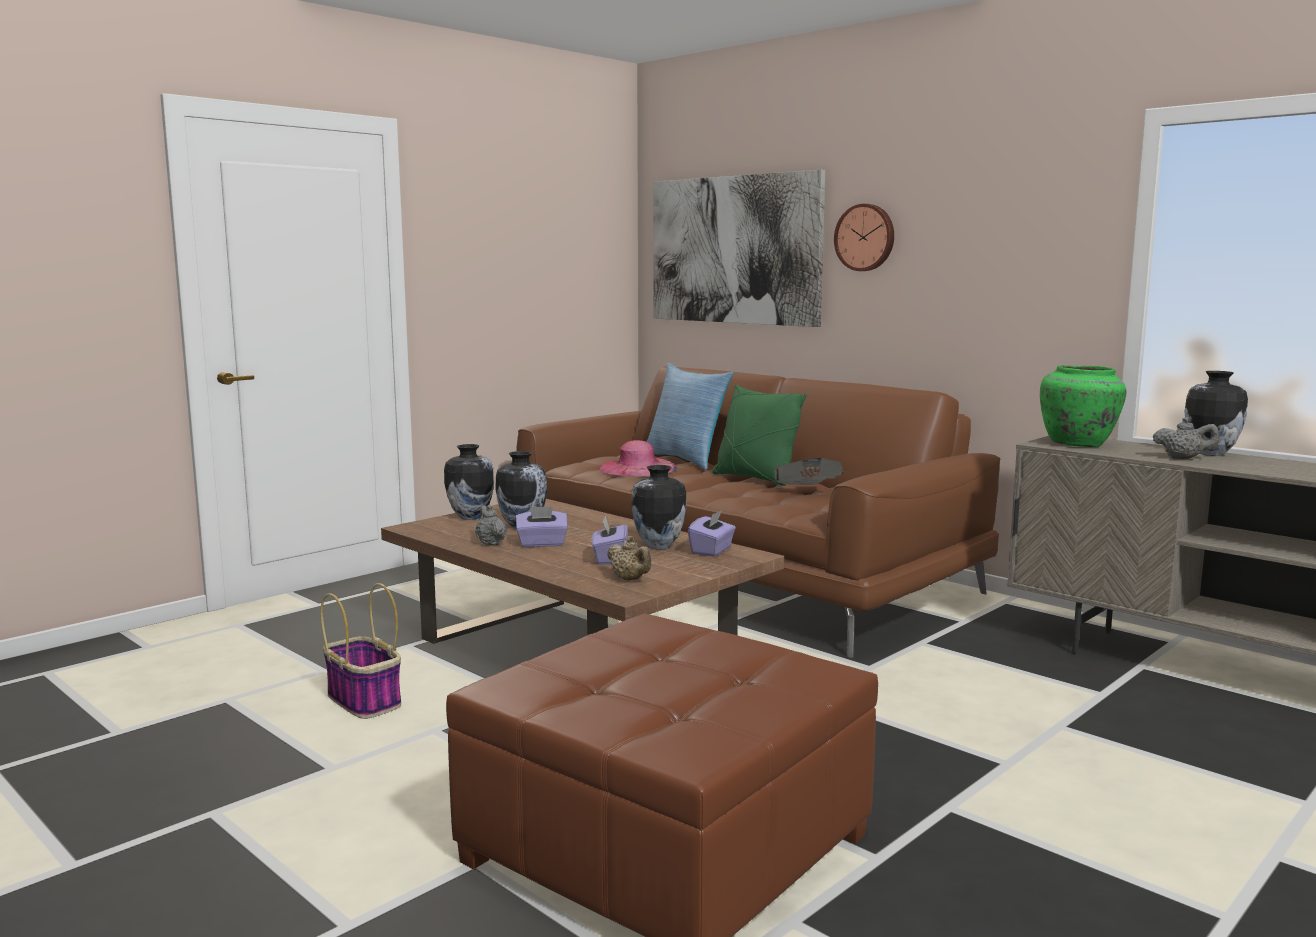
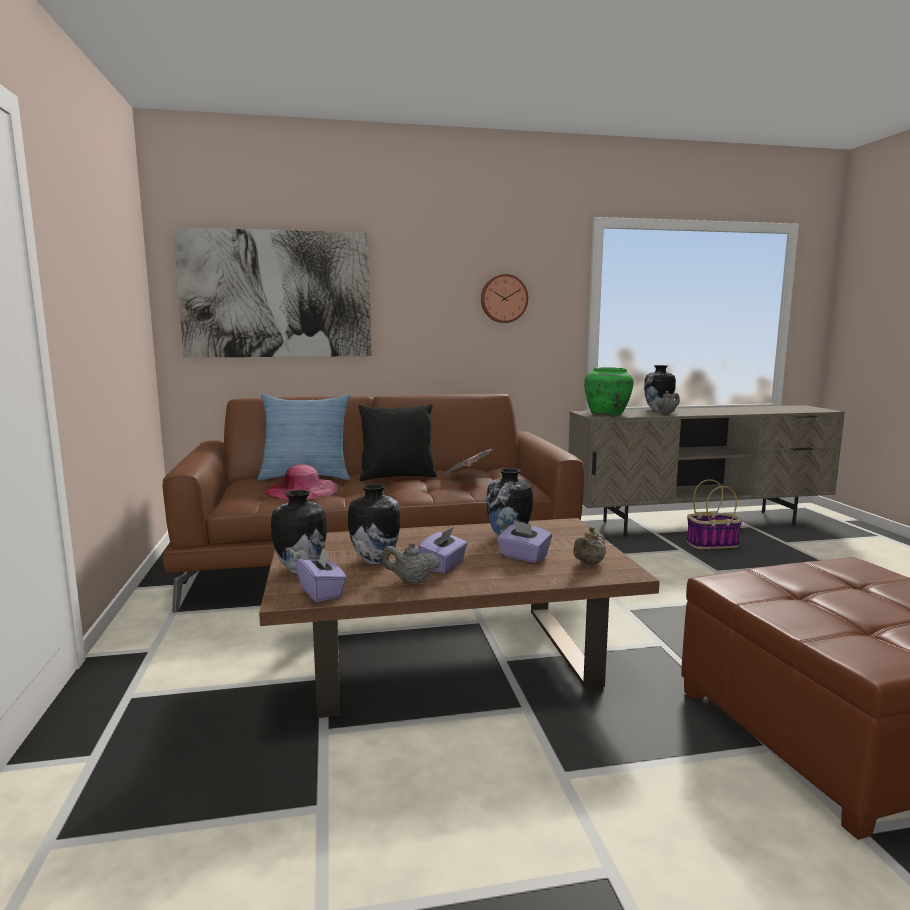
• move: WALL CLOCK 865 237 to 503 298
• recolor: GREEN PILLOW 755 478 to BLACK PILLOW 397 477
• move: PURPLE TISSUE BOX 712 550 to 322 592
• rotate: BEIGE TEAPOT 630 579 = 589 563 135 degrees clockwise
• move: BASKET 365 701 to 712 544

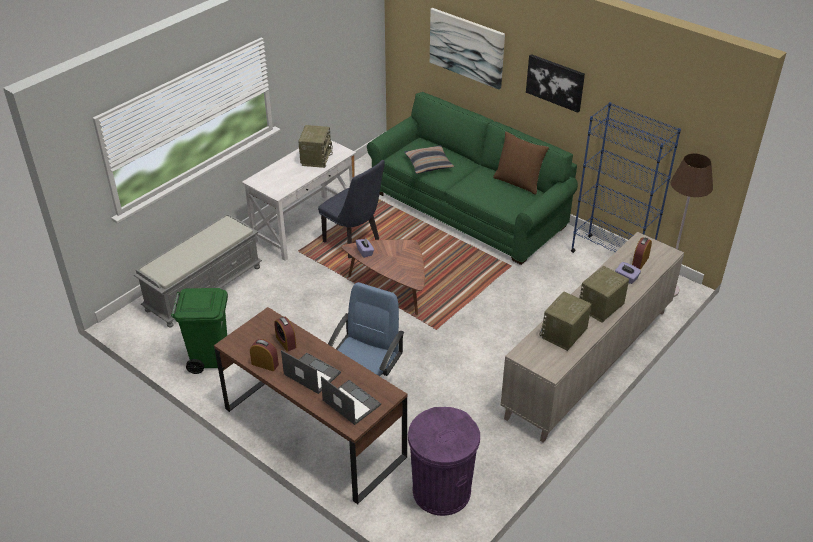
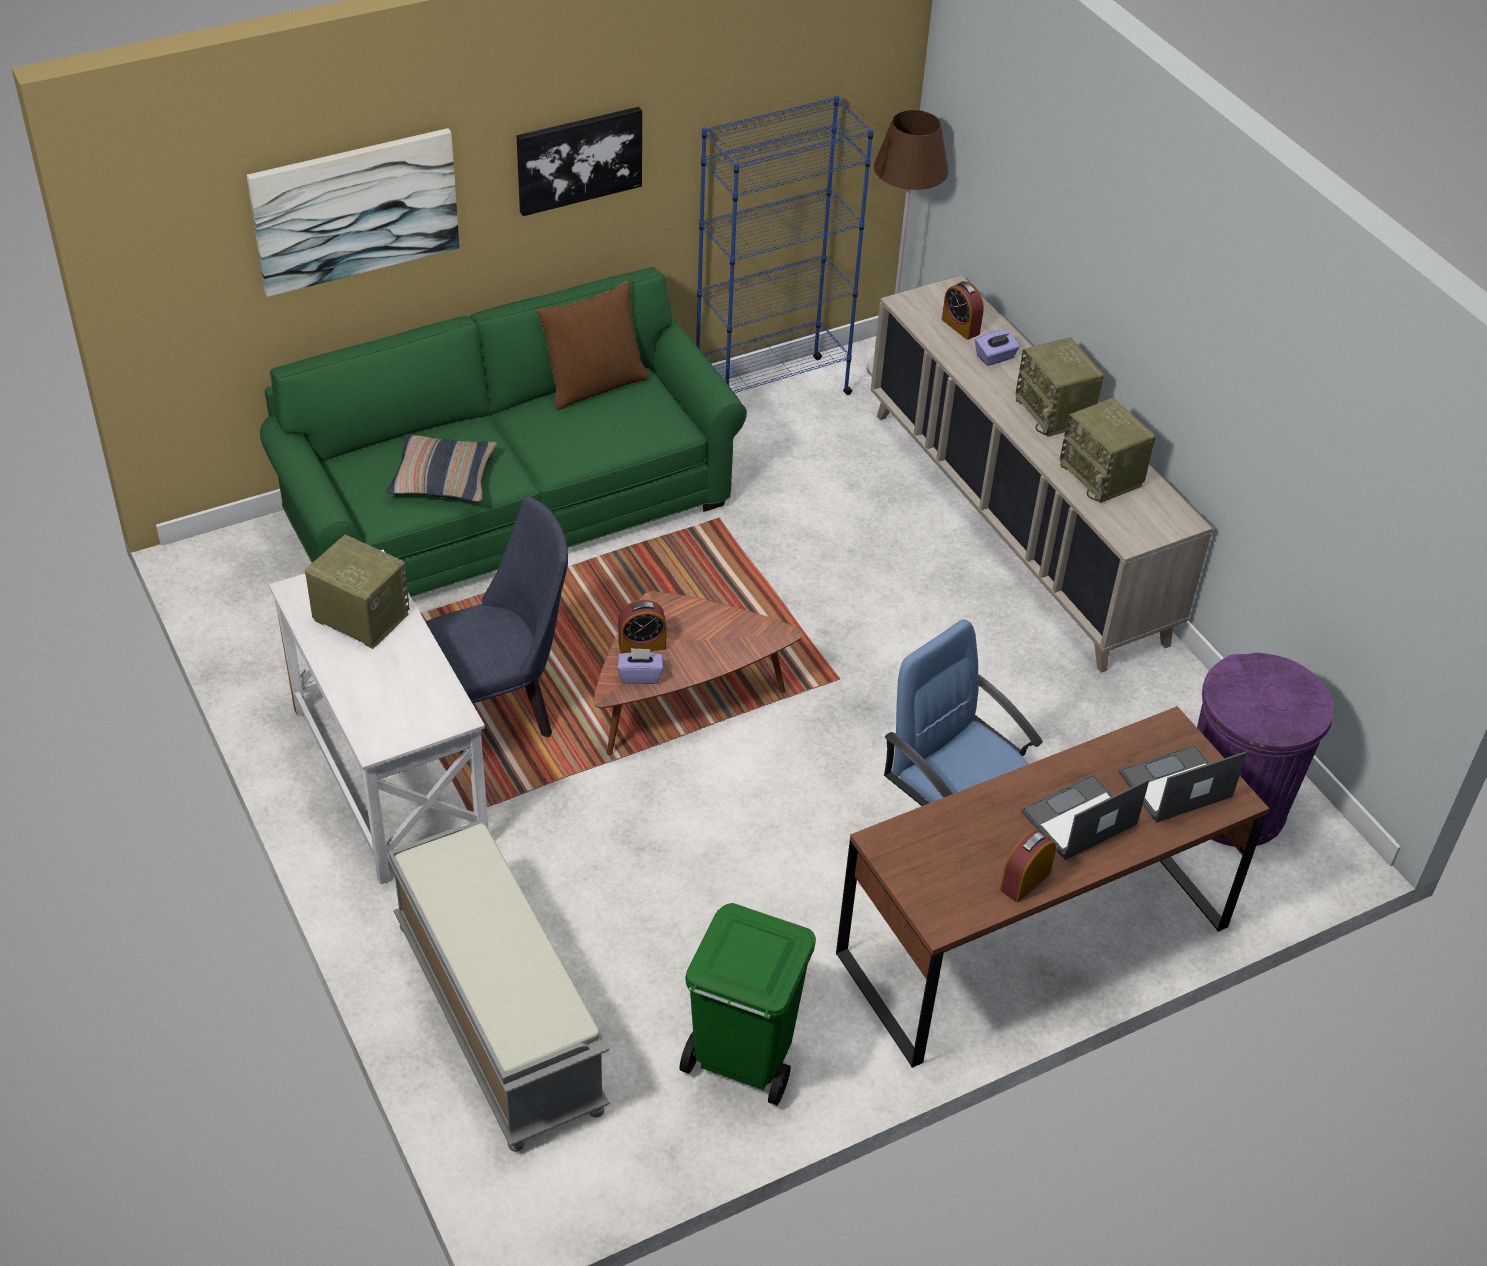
• move: ALARM CLOCK 286 342 to 642 644

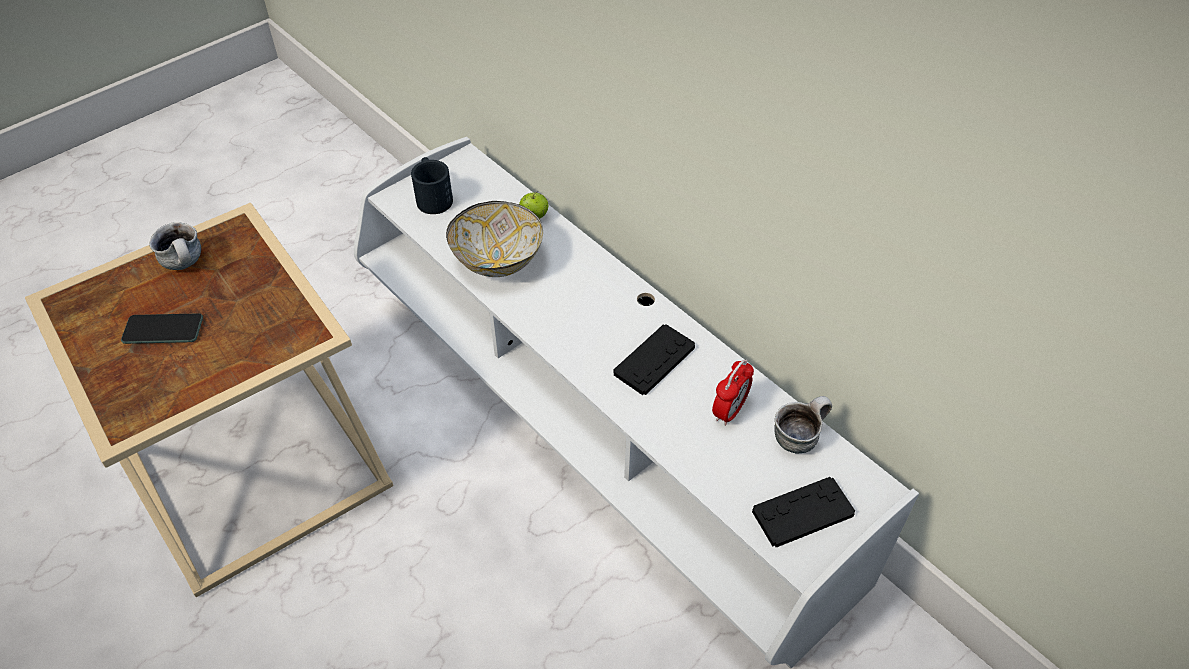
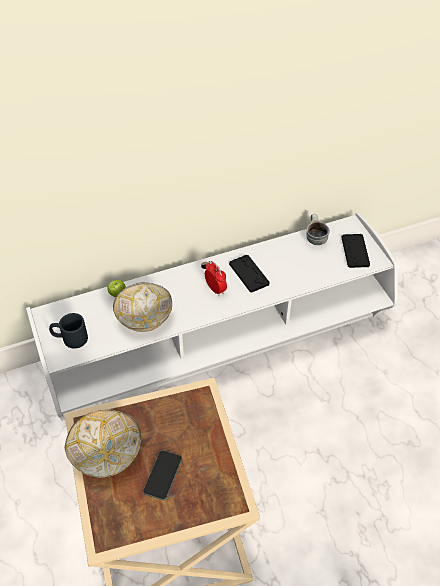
• replace: MUG 187 264 to BOWL 108 455
• move: ALARM CLOCK 729 411 to 215 289

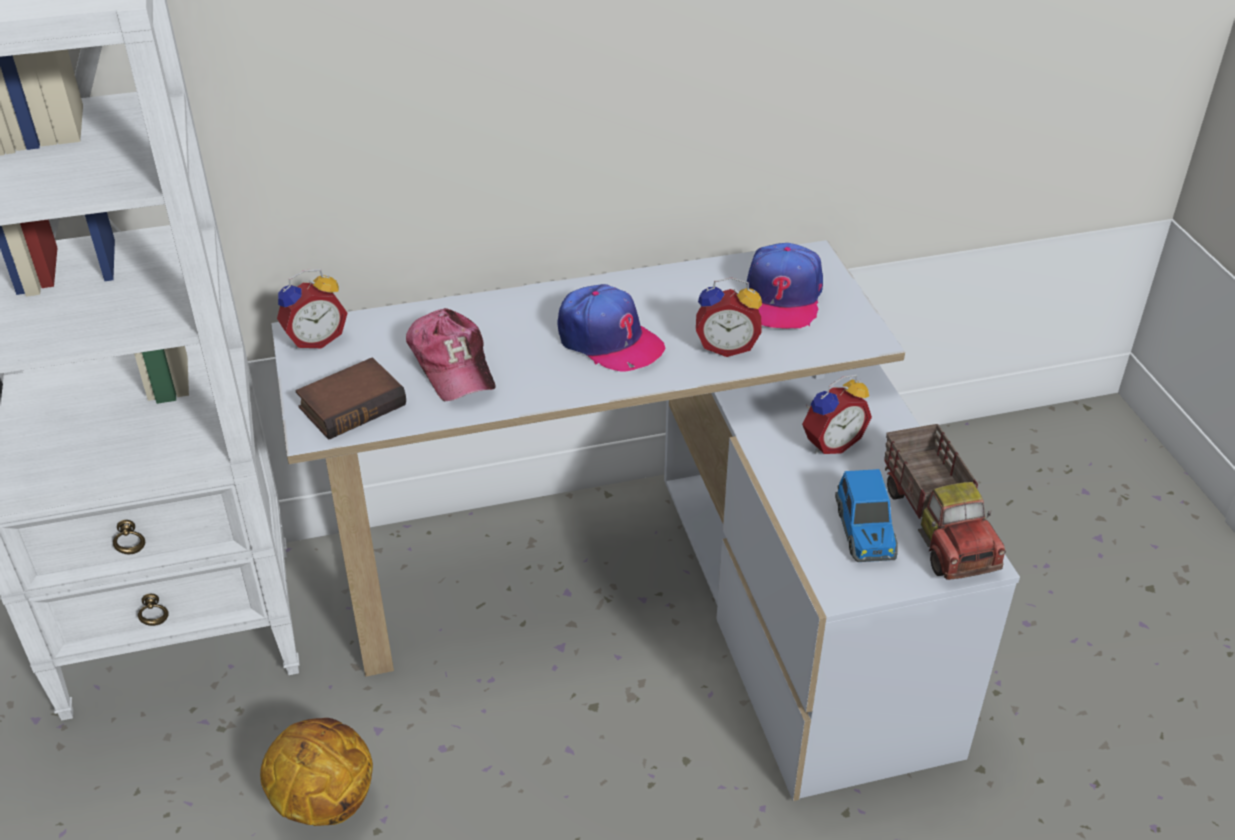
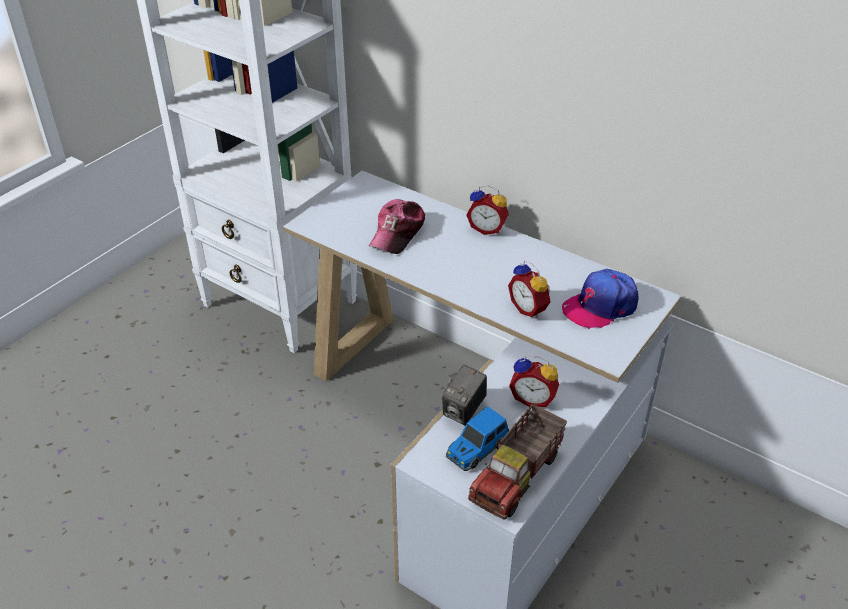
• move: ALARM CLOCK 315 339 to 487 228
• delete: CAP 608 340
• delete: BOOK 352 404
• delete: BASKETBALL 323 801
• insert: PHOTO CAMERA 464 411

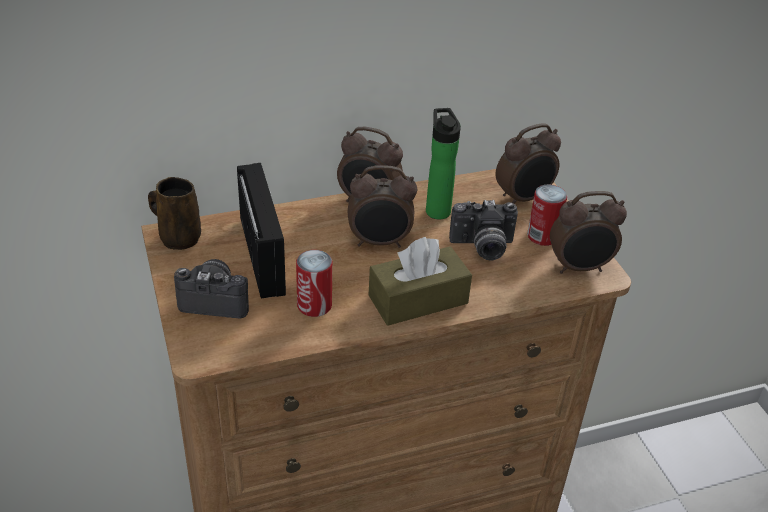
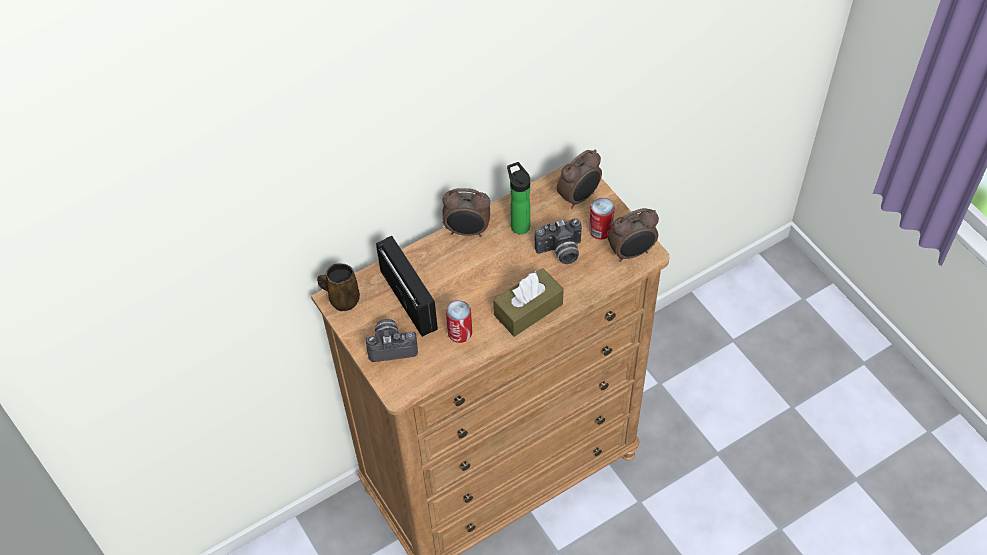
• delete: ALARM CLOCK 380 242

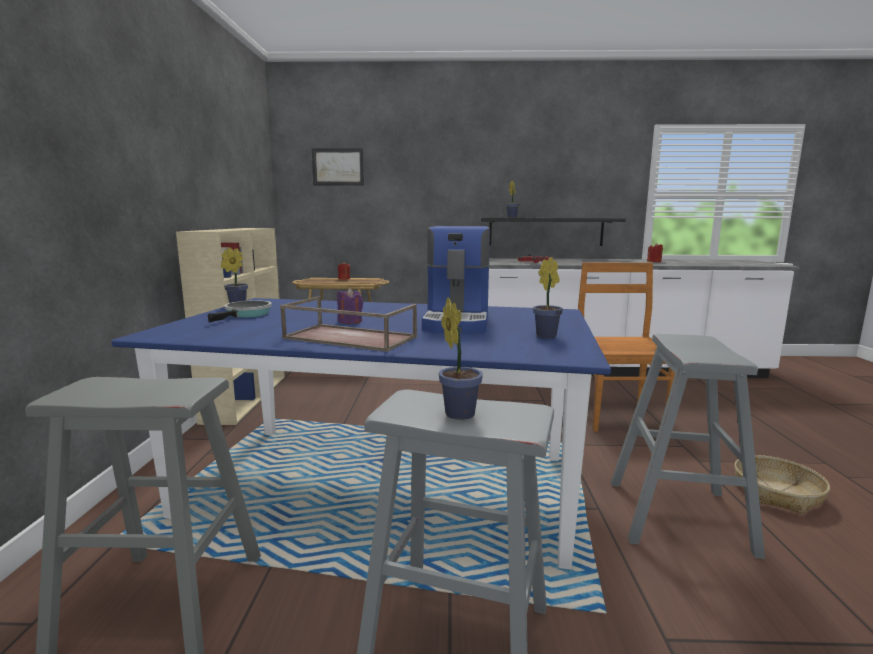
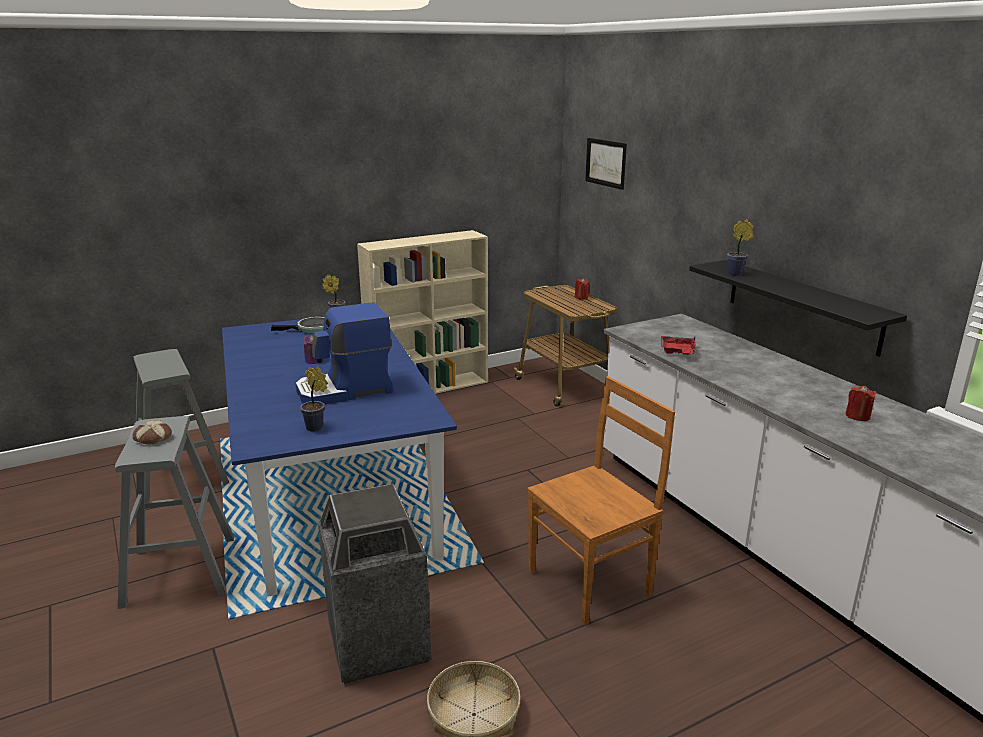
• delete: BROWN TRAY 348 338
• replace: POTTED PLANT 458 412 to BREAD 152 438
• replace: GREY STOOL 678 516 to TRASH CAN 377 644

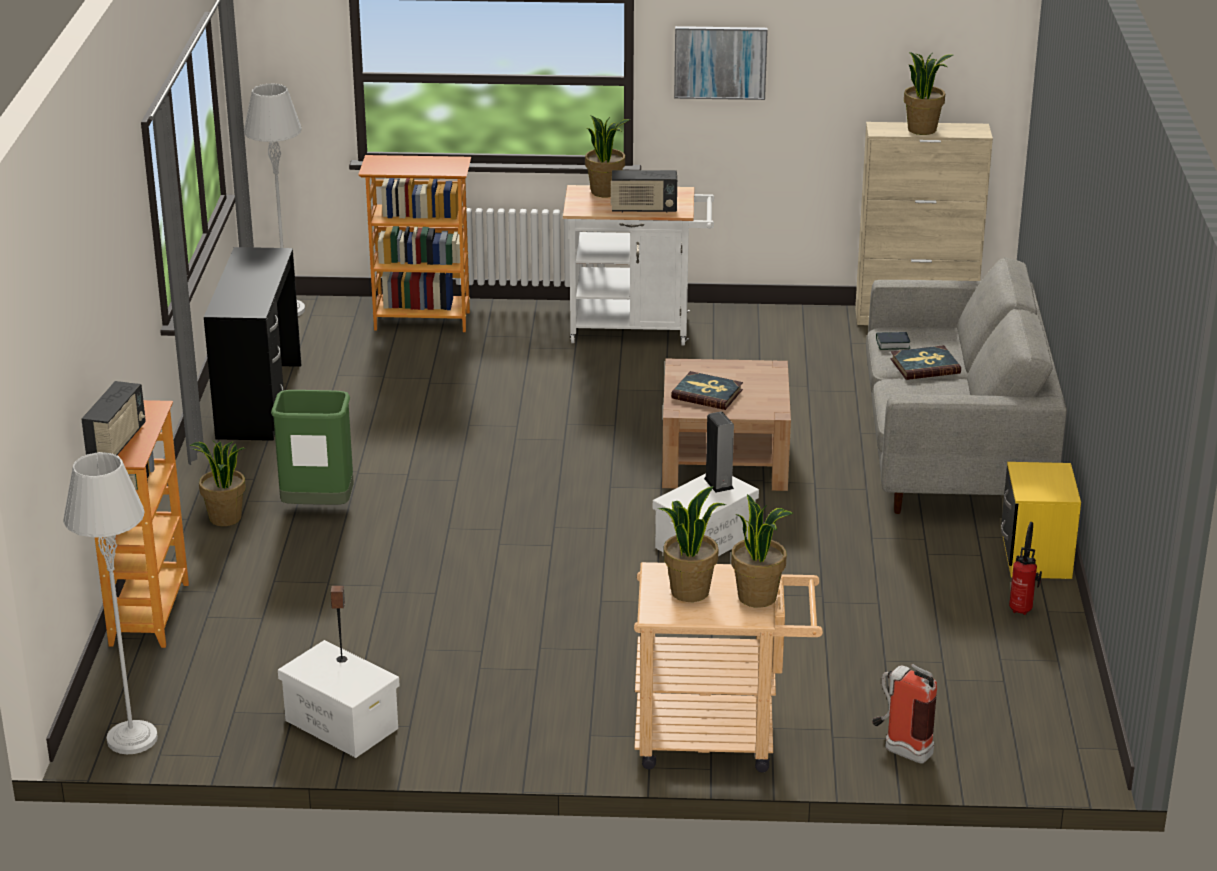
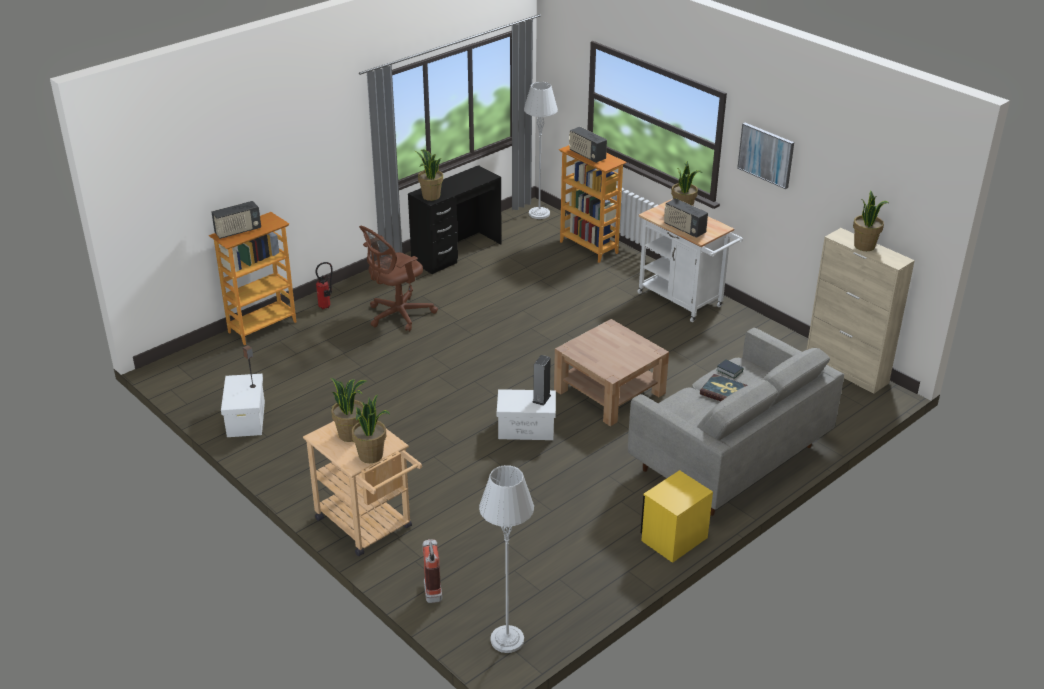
• delete: BOOK 707 394
• replace: GREEN TRASH CAN 318 507 to BROWN OFFICE CHAIR 397 315
• move: POTTED PLANT 225 518 to 431 196
• move: GREY FLOOR LAMP 132 739 to 507 640
• move: FIRE EXTINGUISHER 1022 608 to 326 307
• insert: RADIO 587 155

